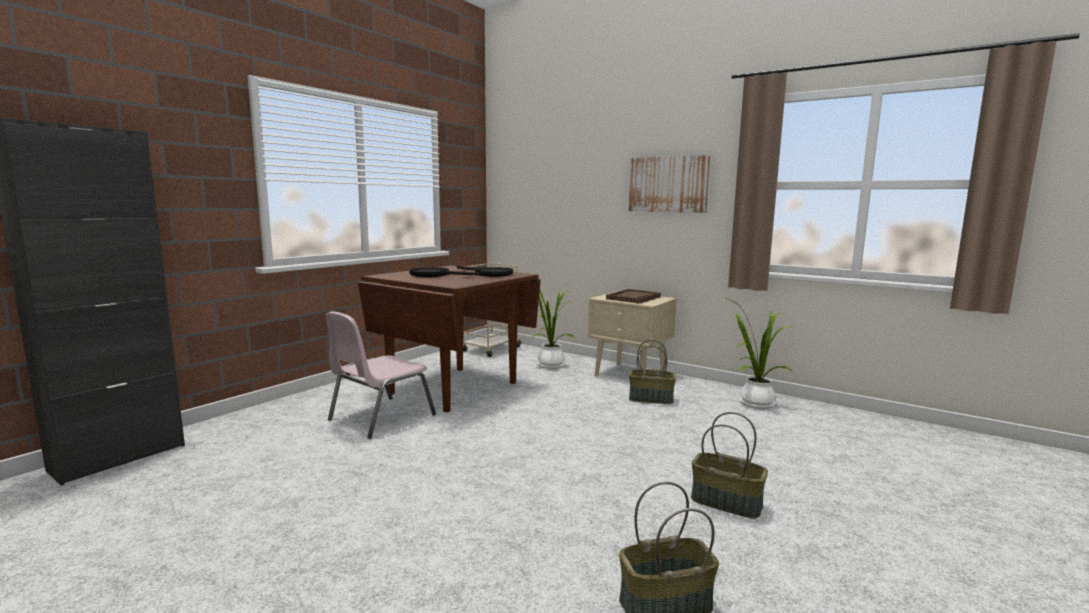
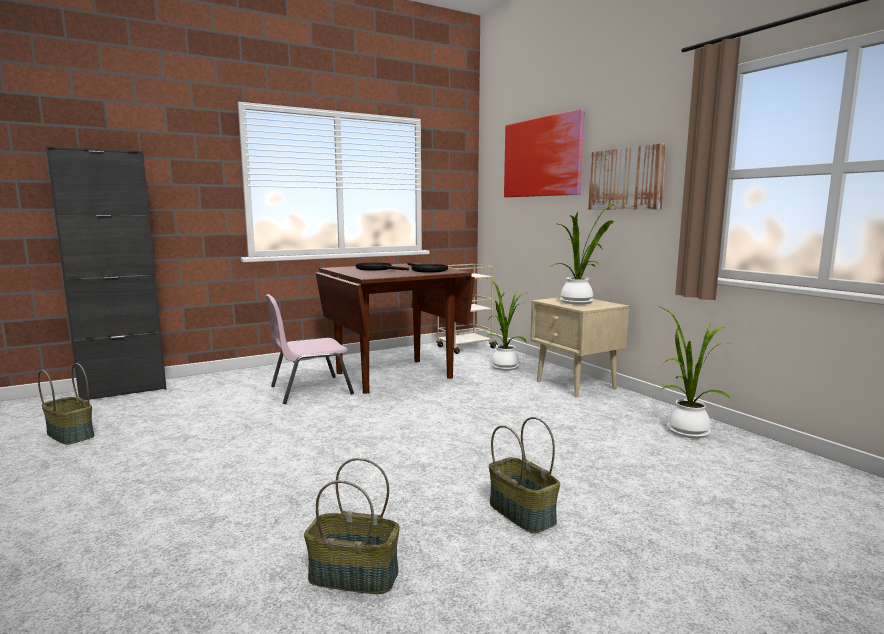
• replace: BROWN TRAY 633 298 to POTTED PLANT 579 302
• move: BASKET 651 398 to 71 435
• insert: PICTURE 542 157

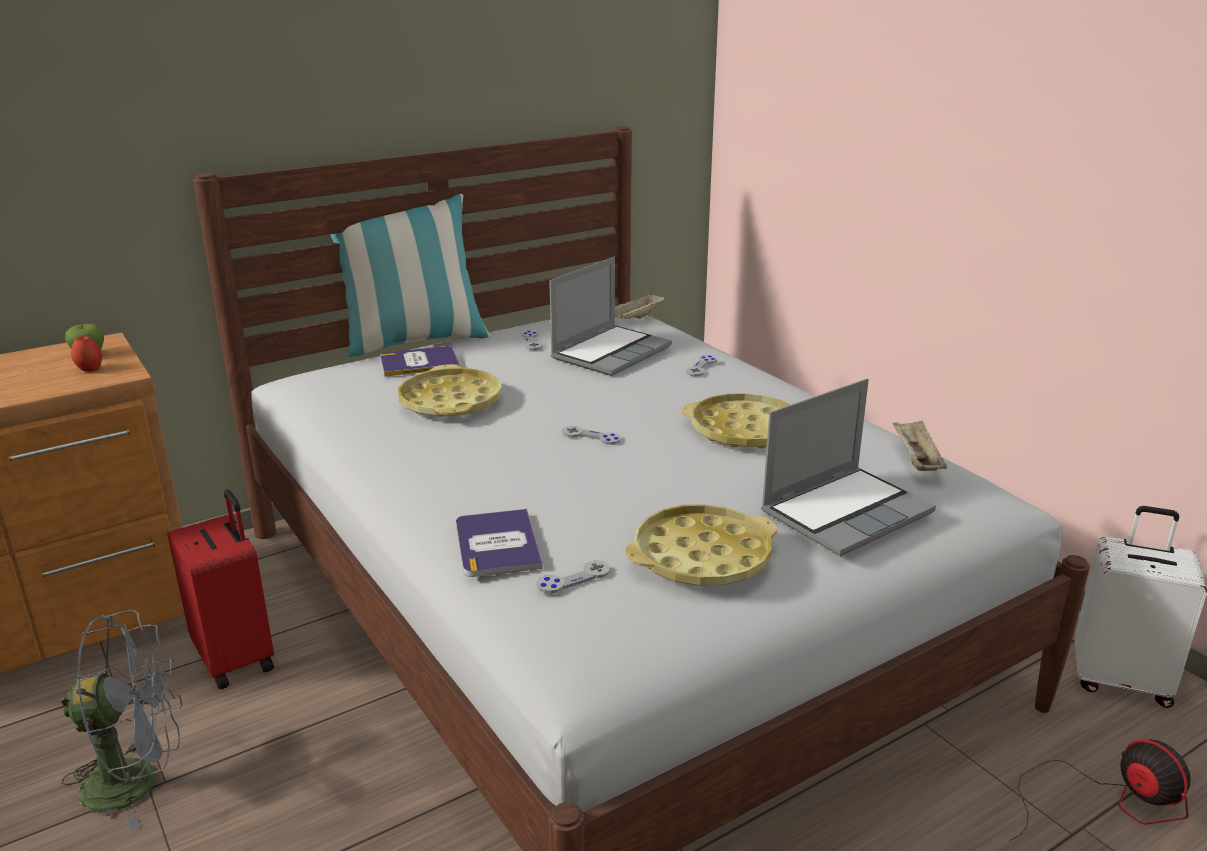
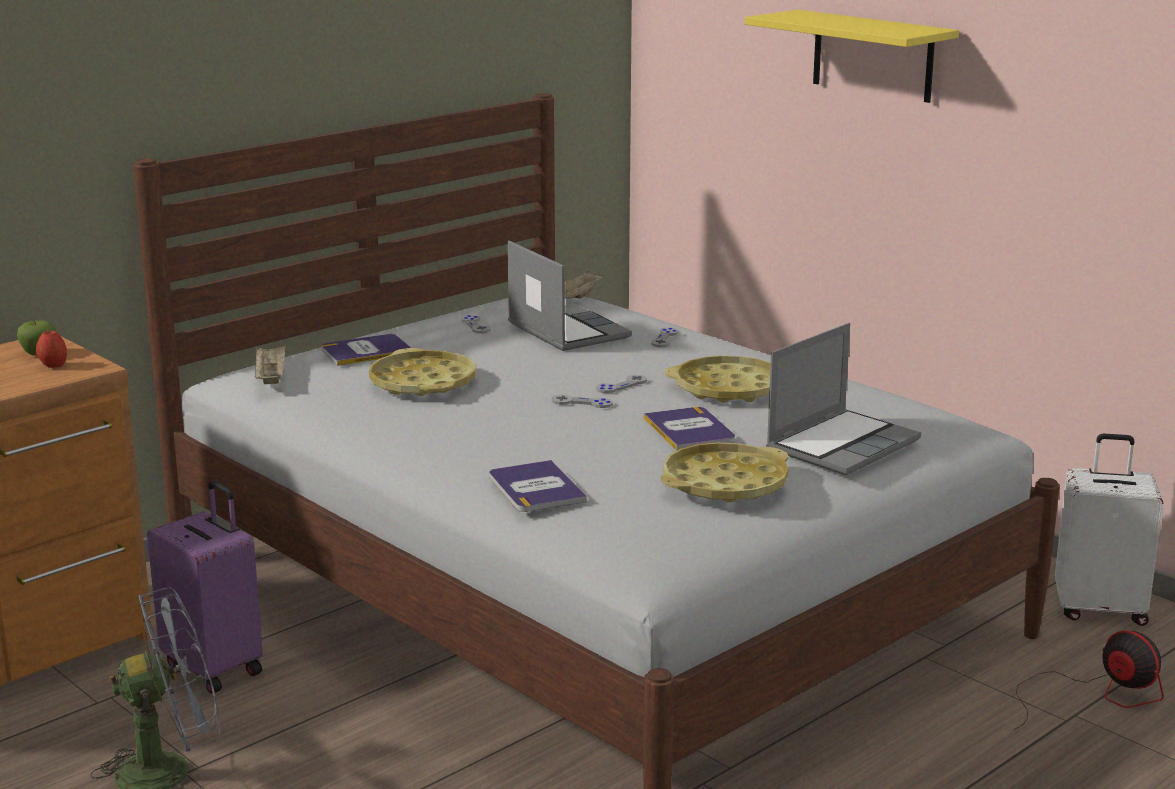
• delete: PILLOW 414 341
• rotate: LAPTOP 611 352 = 566 330 60 degrees counterclockwise
• move: BEIGE TRAY 915 460 to 270 378
• recolor: RED SUITCASE 237 658 to PURPLE SUITCASE 215 667
• move: GREY GAME CONTROLLER 573 578 to 621 385
• insert: YELLOW SHELF 872 56
• insert: BOOK 689 430

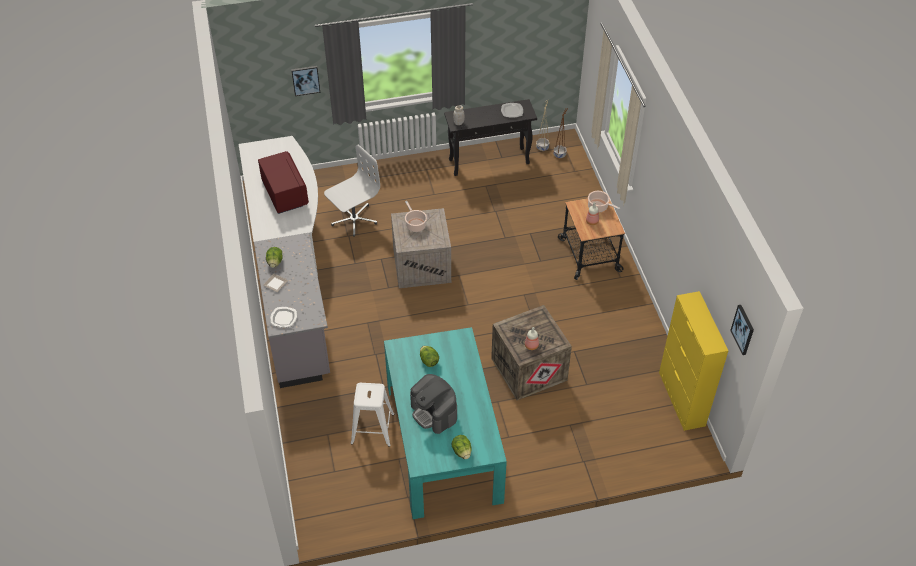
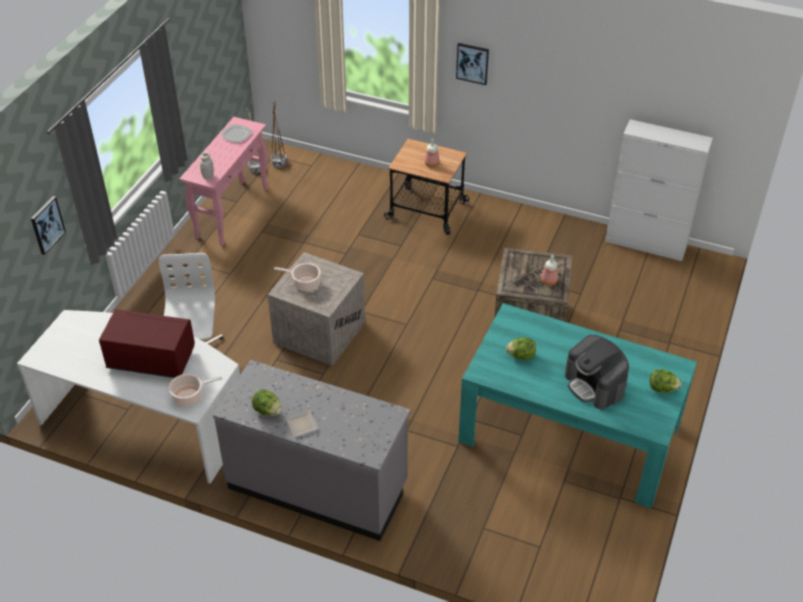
• recolor: BLACK CONSOLE TABLE 489 161 to PINK CONSOLE TABLE 232 212
• move: COOKING POT 599 207 to 190 397
• recolor: YELLOW CABINET 681 399 to WHITE CABINET 646 244
• move: PICTURE 743 329 to 472 63
• delete: PLATE 283 318
• rotate: COFFEE MACHINE 434 412 = 594 385 60 degrees clockwise
• delete: WHITE STOOL 372 428

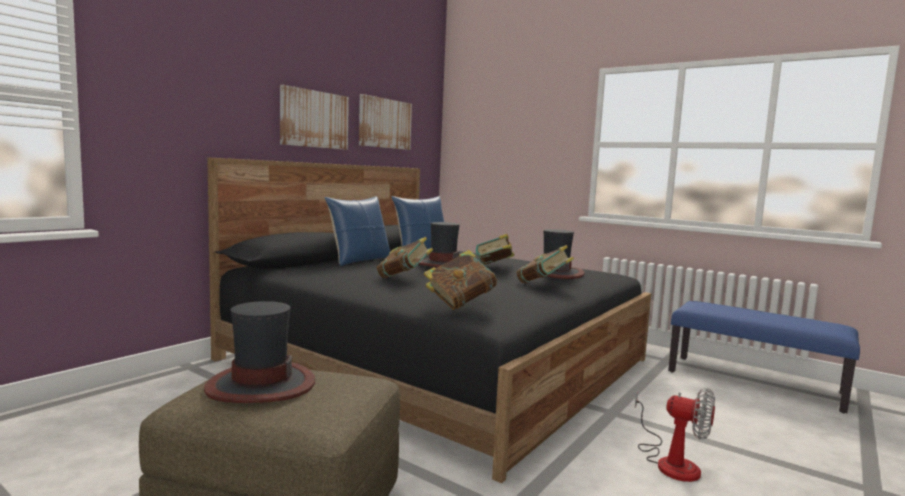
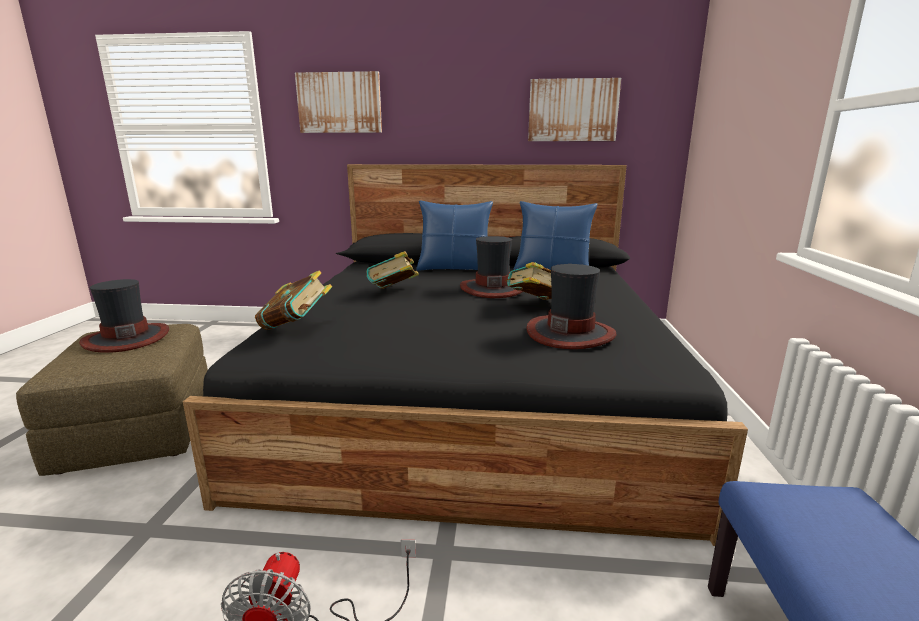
• move: PICTURE 314 119 to 339 103
• delete: BOOK 543 285

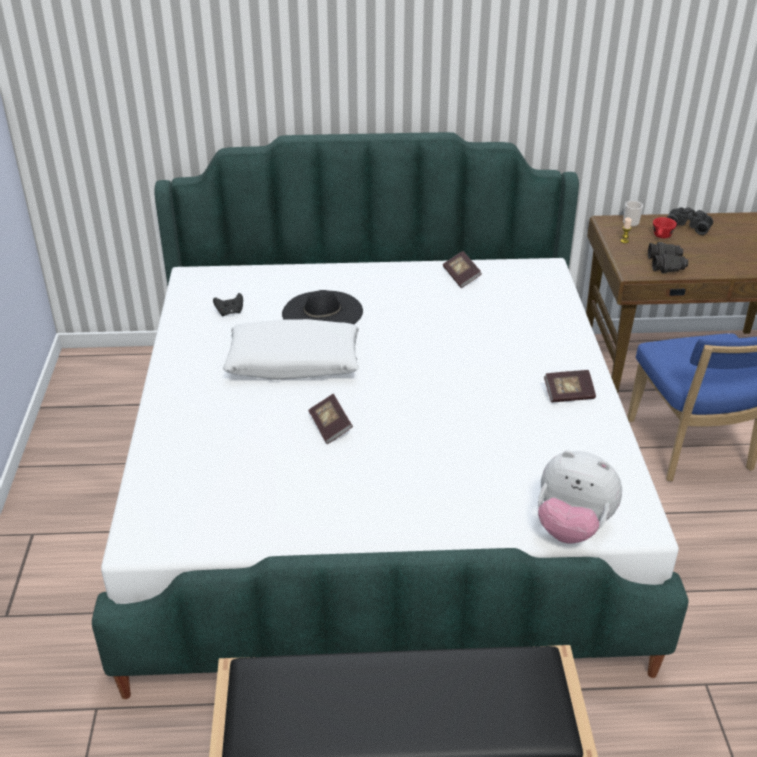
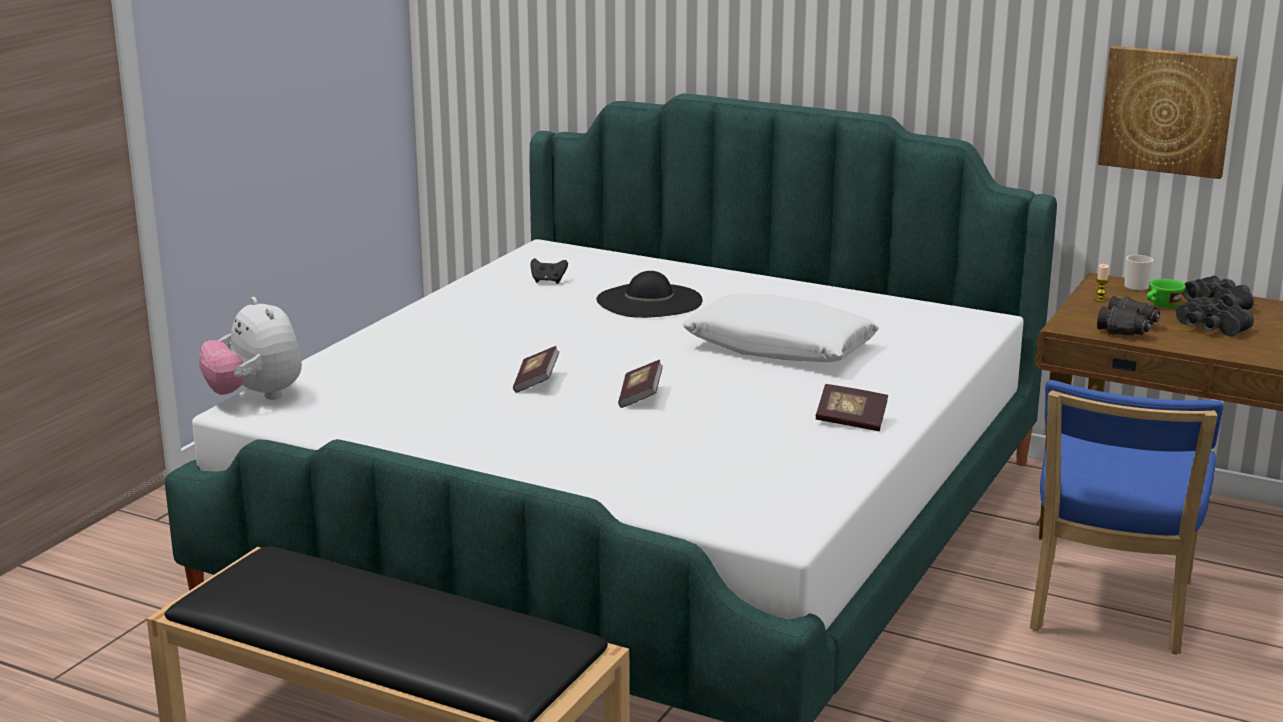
• recolor: RED CUP 661 237 to GREEN CUP 1162 306
• move: BOOK 461 277 to 640 396
• move: WHITE PILLOW 294 362 to 779 347
• move: PLUSH TOY 572 527 to 256 396
• insert: PICTURE 1167 110
• insert: BLACK BINOCULARS 1209 328

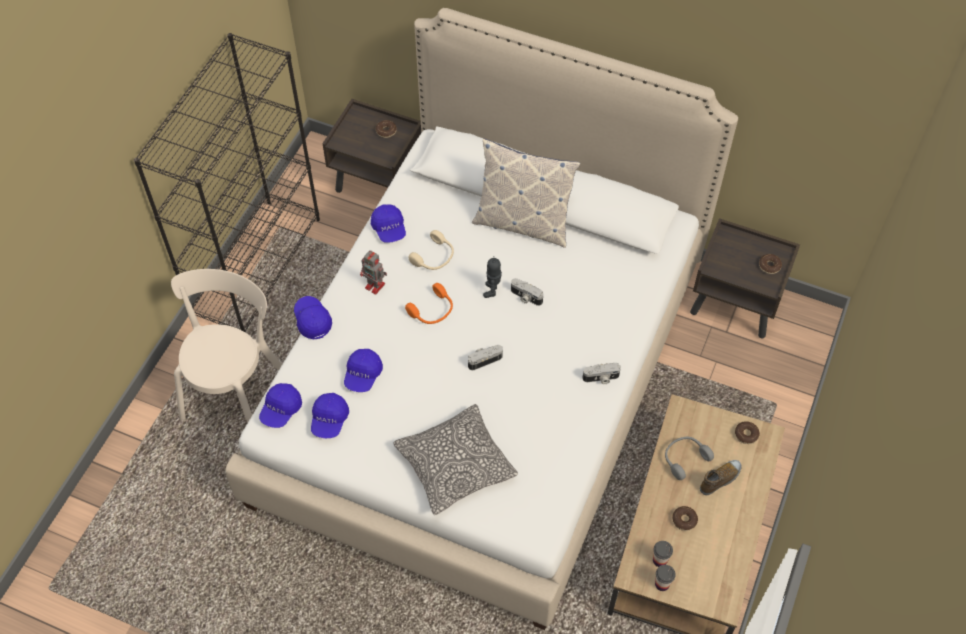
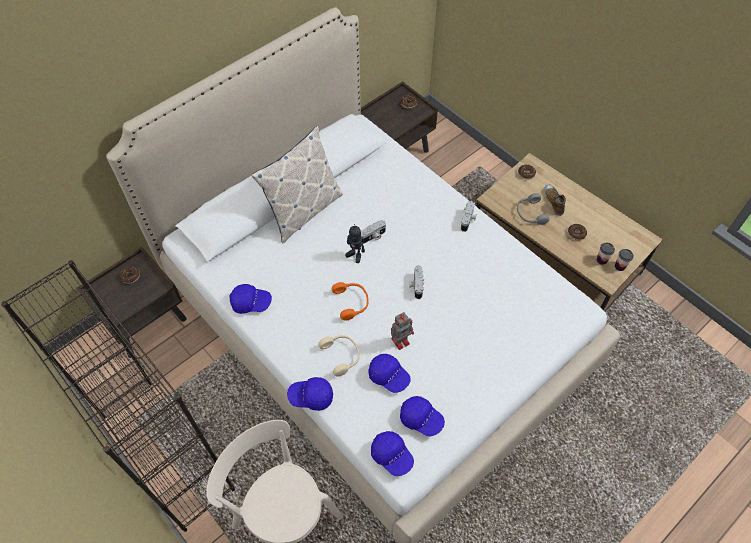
• move: BEIGE HEADPHONES 434 257 to 341 355
• move: TOY ROBOT 376 286 to 401 340
• delete: PILLOW 455 465

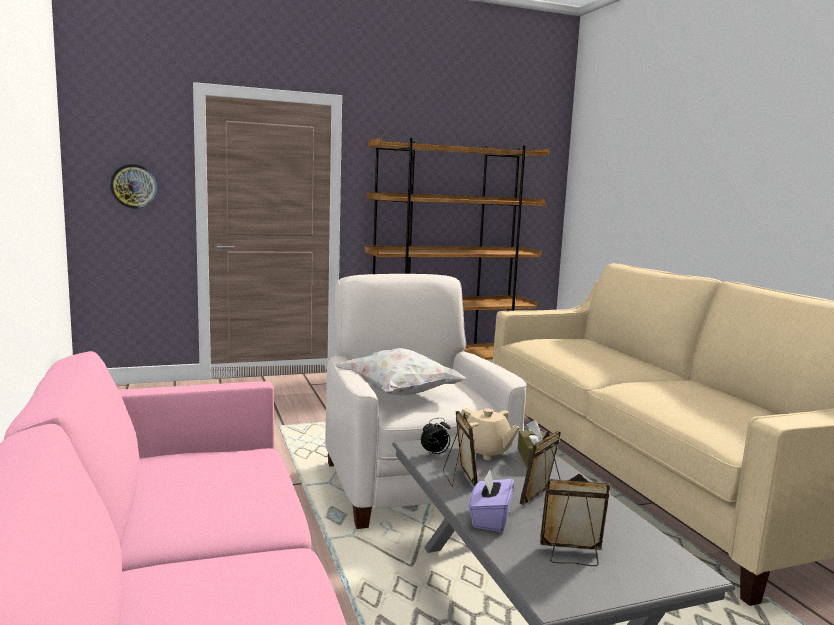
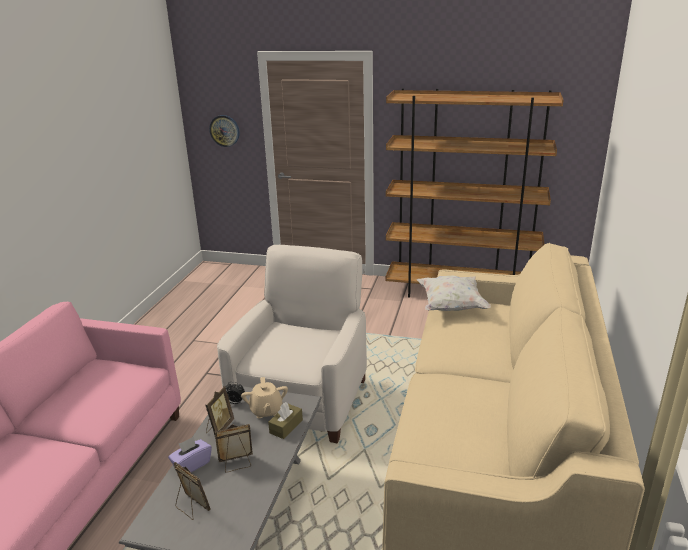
• move: WHITE PILLOW 400 393 to 451 306

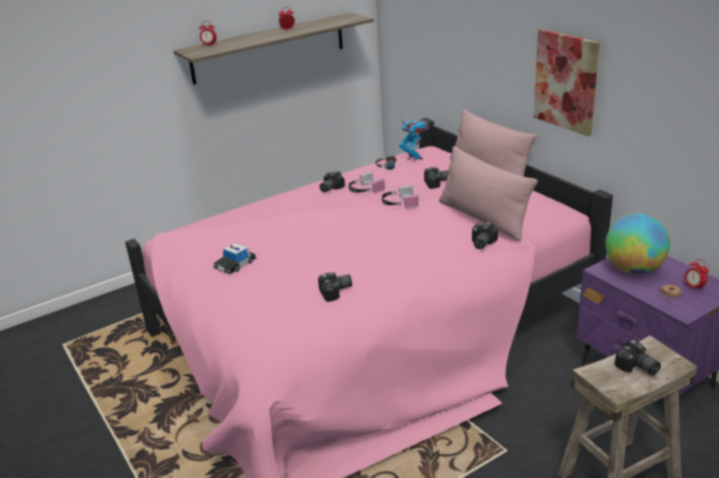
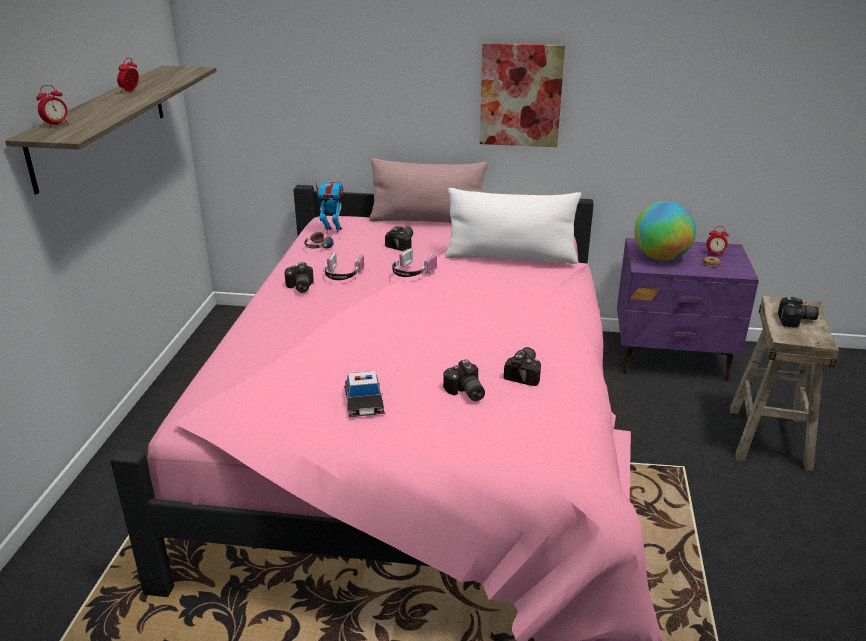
• recolor: PINK PILLOW 483 218 to WHITE PILLOW 510 257
• move: PHOTO CAMERA 481 243 to 465 392

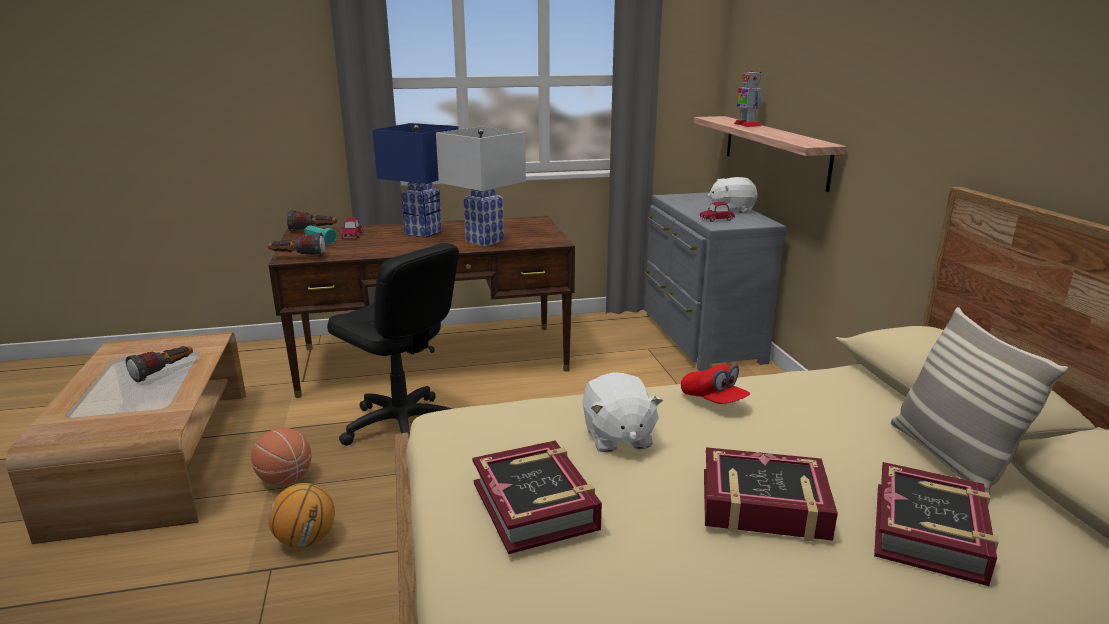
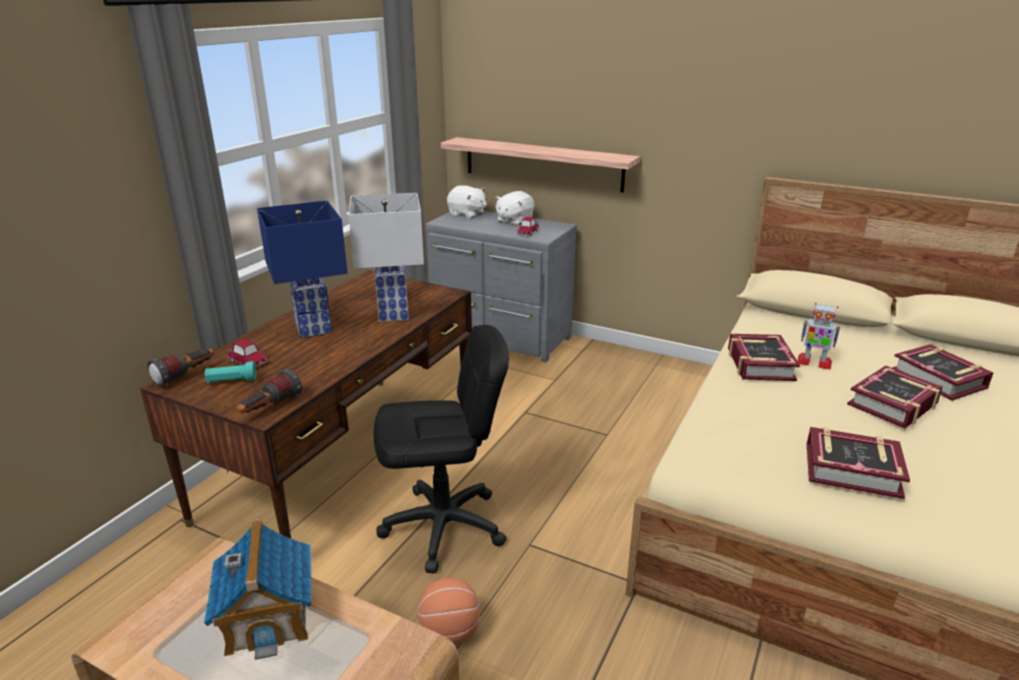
• move: TOY ROBOT 746 125 to 813 362
• delete: PILLOW 950 458
• replace: FLASHLIGHT 164 372 to TOY HOUSE 268 617
• replace: RED CAP 713 400 to BOOK 759 364
• move: WHITE PLUSH TOY 617 437 to 467 214
• delete: BASKETBALL 306 540

